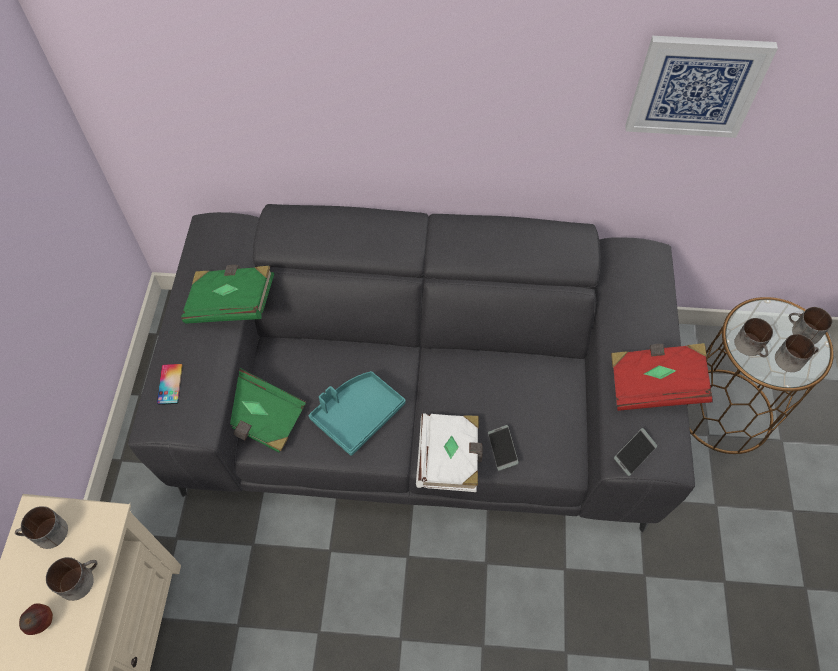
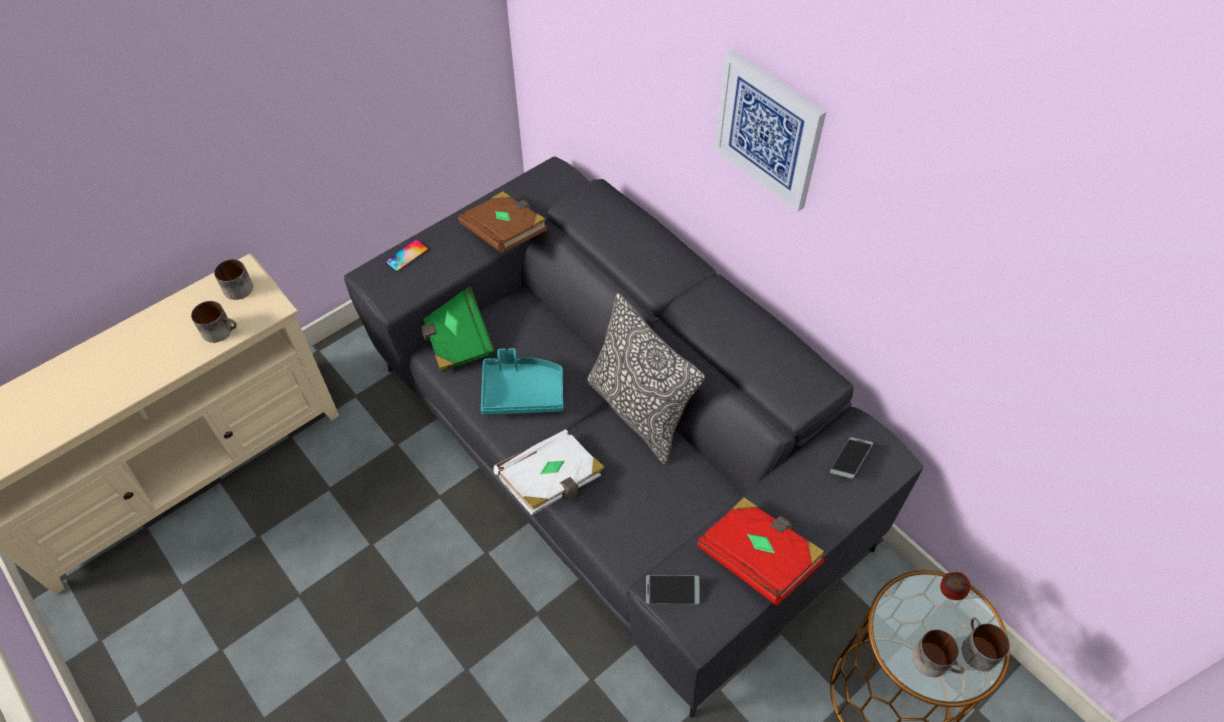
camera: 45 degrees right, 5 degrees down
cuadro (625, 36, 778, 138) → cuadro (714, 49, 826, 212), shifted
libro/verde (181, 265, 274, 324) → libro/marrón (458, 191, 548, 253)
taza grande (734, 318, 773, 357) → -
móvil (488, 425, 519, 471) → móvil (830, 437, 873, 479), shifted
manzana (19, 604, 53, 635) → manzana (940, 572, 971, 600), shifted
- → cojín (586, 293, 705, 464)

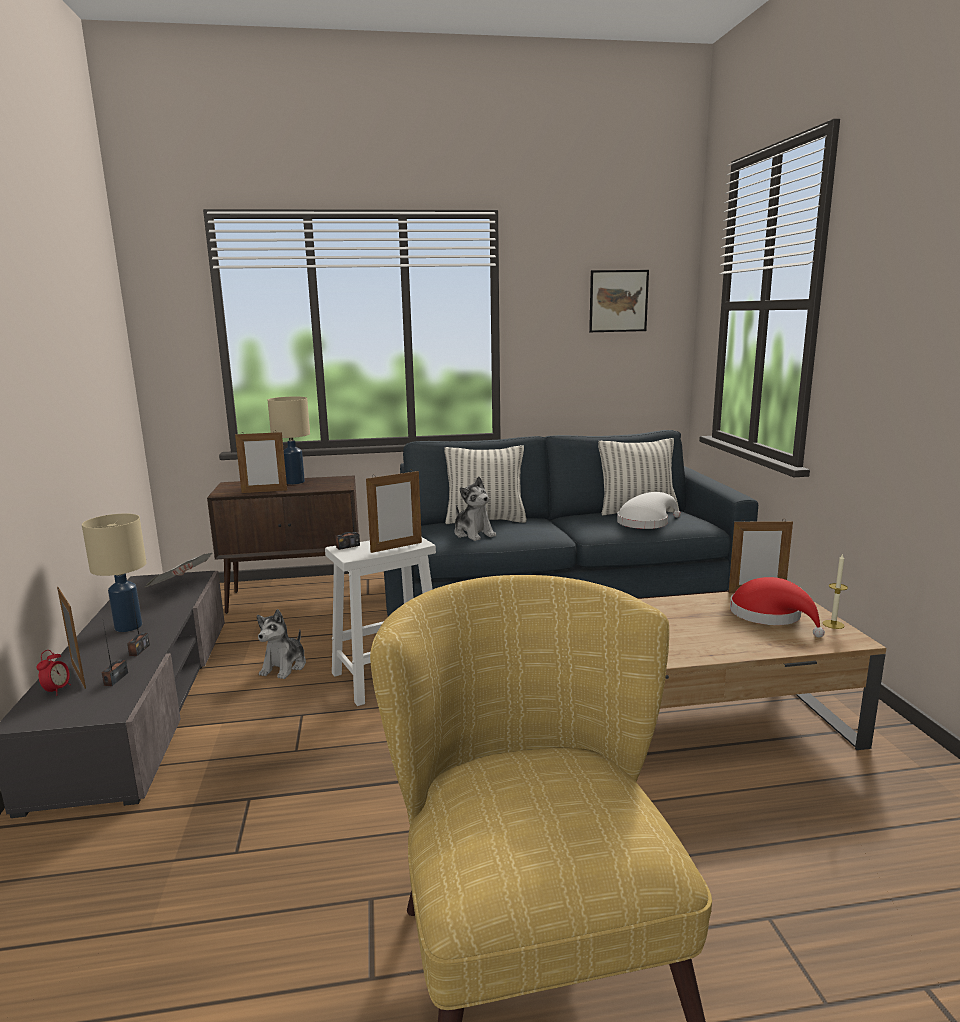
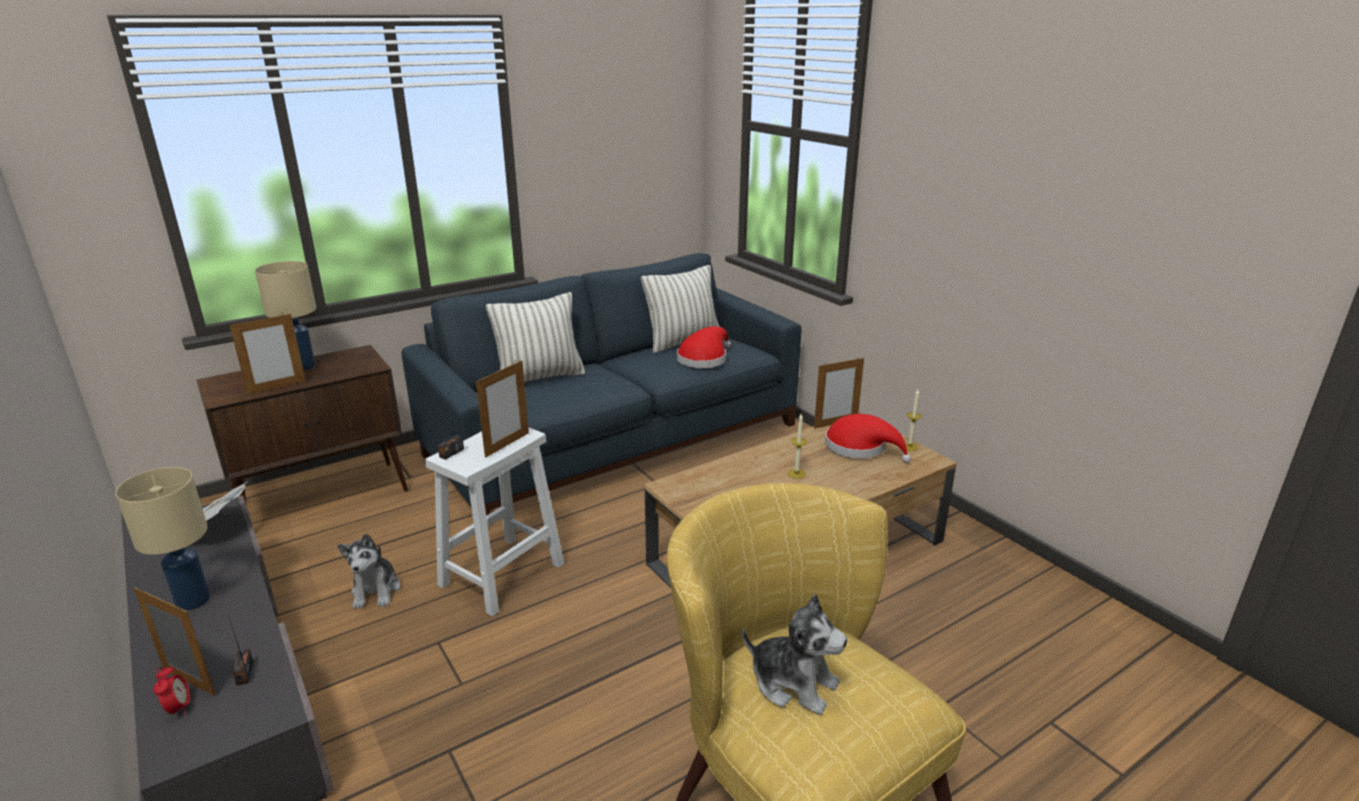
camera: 25 degrees left, 10 degrees up
cuadro (589, 270, 649, 332) → -
peluche (454, 477, 496, 541) → peluche (742, 594, 847, 715), shifted
sombrero/blanco (617, 492, 681, 529) → sombrero/rojo (677, 326, 731, 368)
radio (127, 589, 150, 656) → -
- → vela (787, 414, 807, 479)

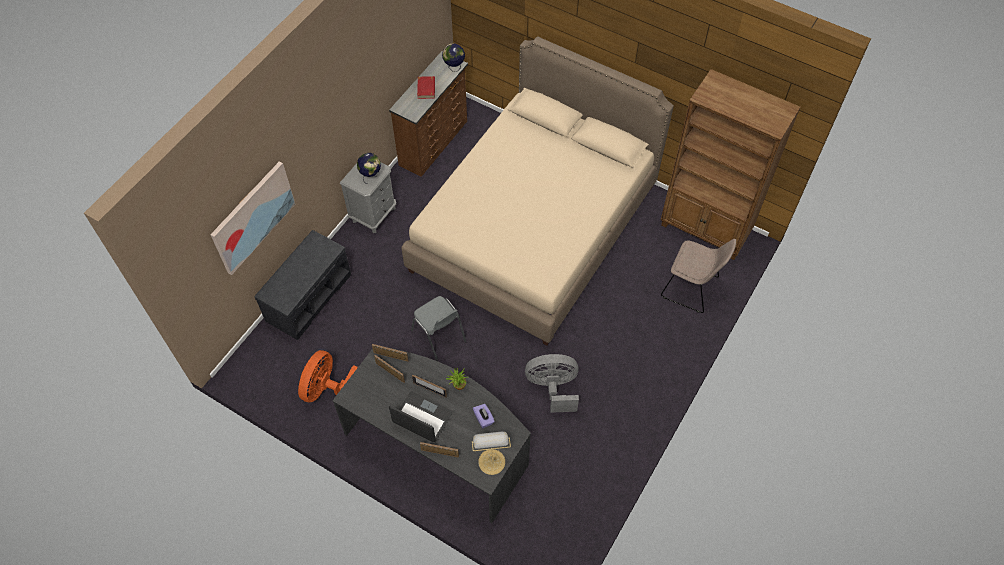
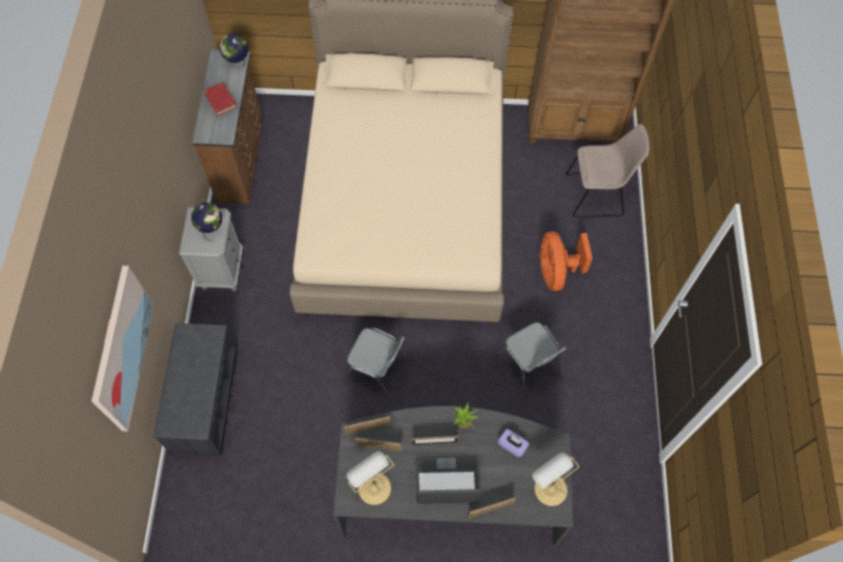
camera: 30 degrees left, 5 degrees up
ventilador/naranja (298, 350, 358, 402) → ventilador/naranja (540, 231, 593, 291), shifted
ventilador/gris (525, 354, 579, 413) → silla/gris (494, 322, 567, 398)
- → lámpara de mesa (346, 451, 394, 505)

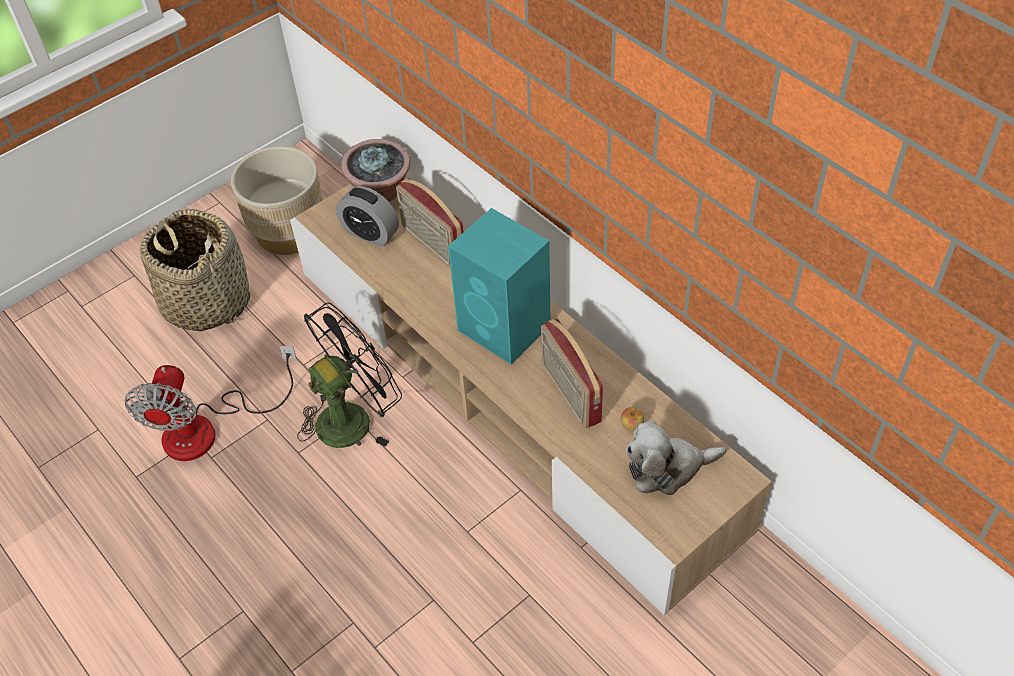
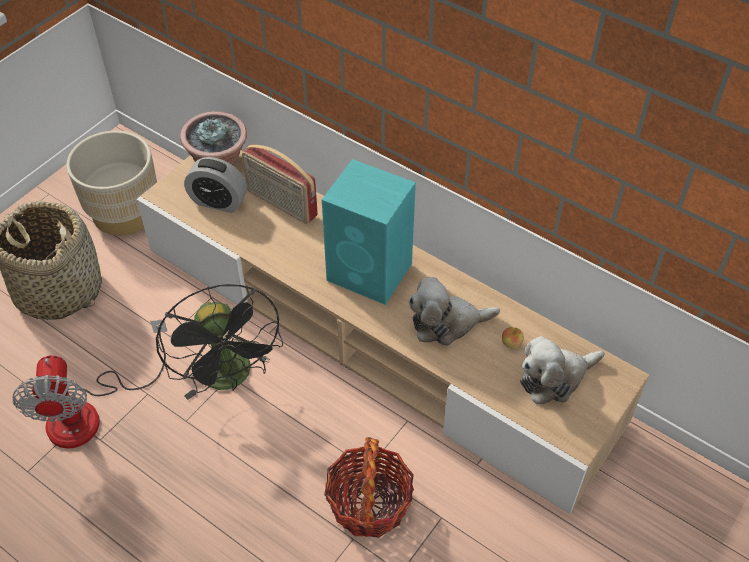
camera: 15 degrees left, 0 degrees up
ventilador/negro (297, 303, 402, 448) → ventilador/negro (156, 284, 283, 400), 120 degrees clockwise
radio (541, 319, 603, 428) → peluche (408, 277, 500, 346)
- → cesta (324, 437, 414, 537)

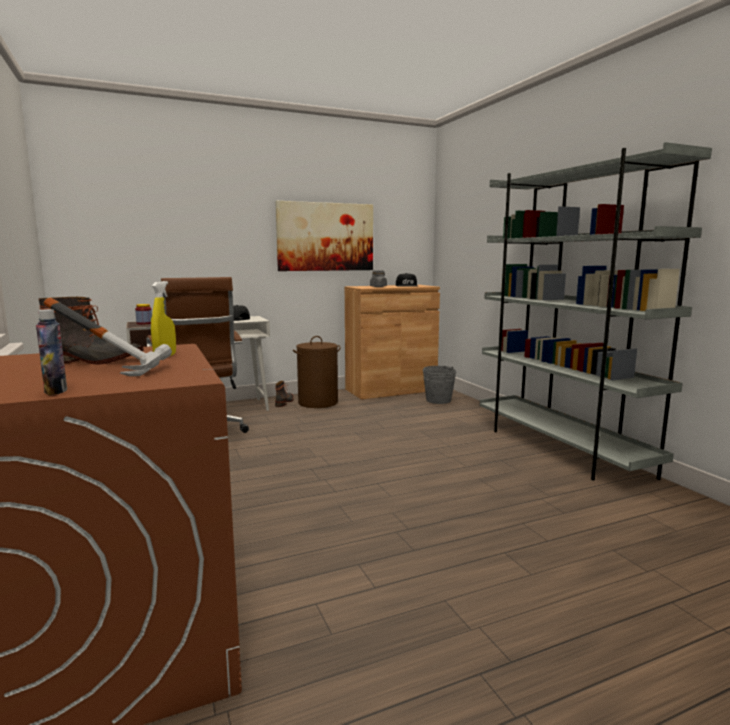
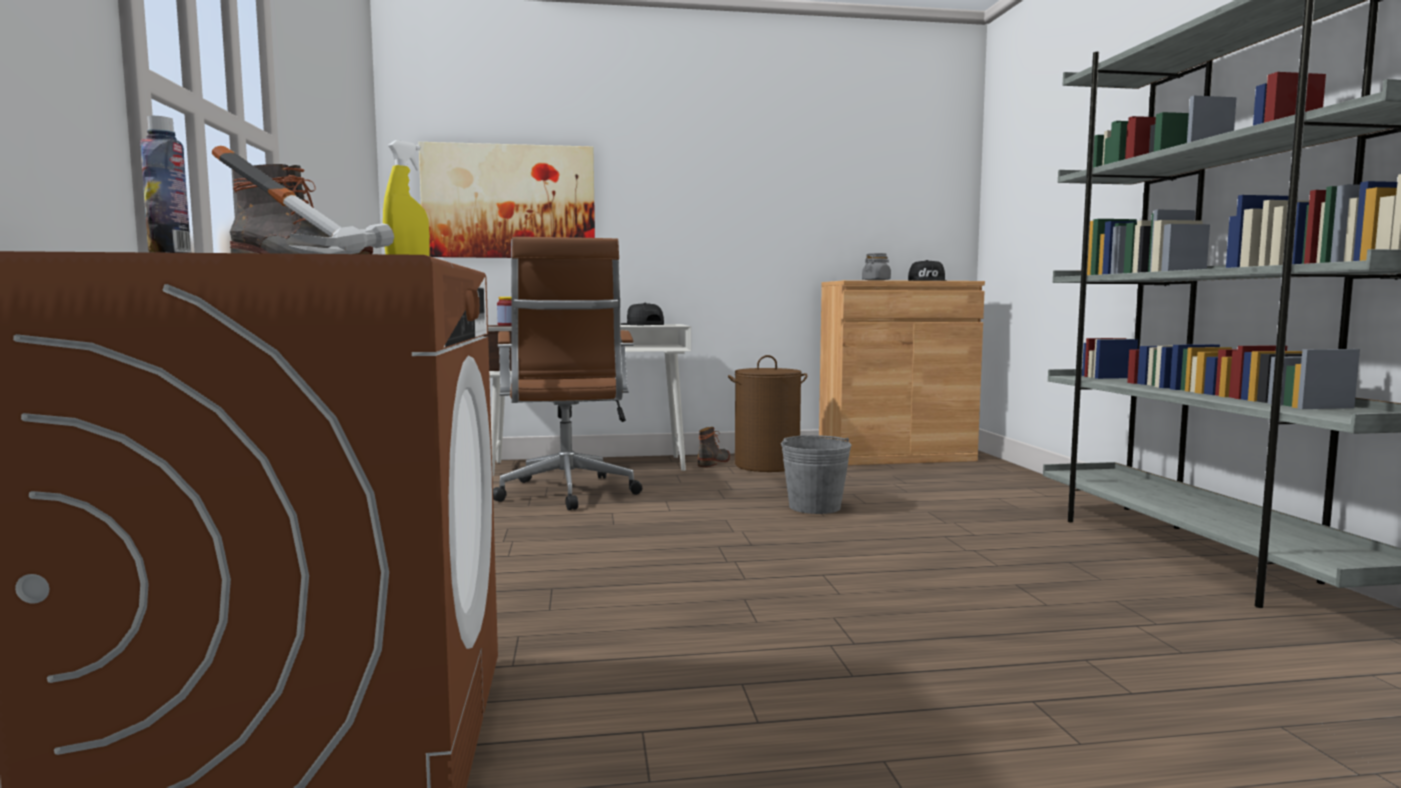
camera: 15 degrees right, 5 degrees down
cuadro (275, 201, 373, 271) → cuadro (418, 142, 595, 258), shifted
cubo/gris (423, 366, 457, 404) → cubo/gris (781, 435, 852, 514), shifted

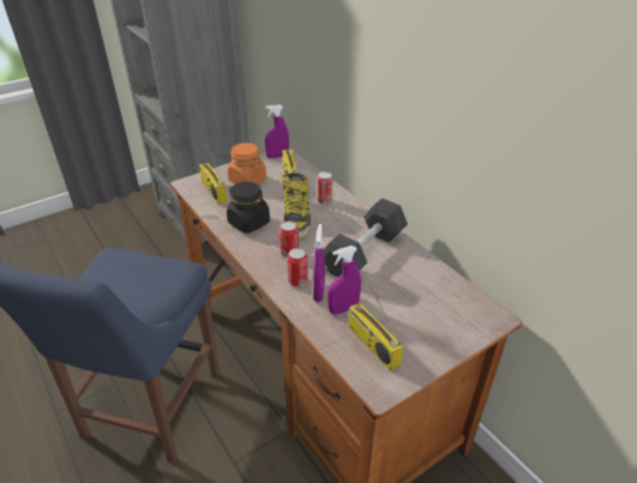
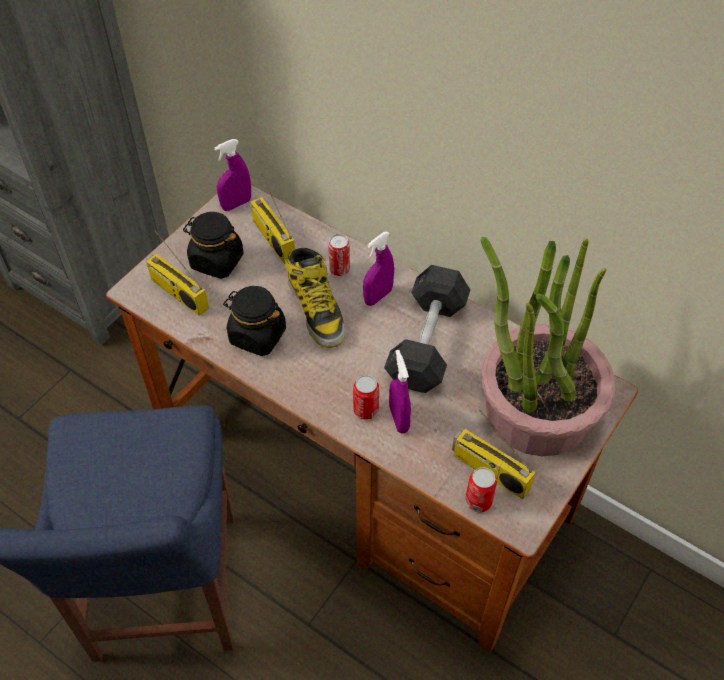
camera: 20 degrees left, 15 degrees up
tarro/naranja (228, 143, 267, 184) → tarro/negro (183, 212, 244, 279)
lata (279, 221, 299, 258) → lata (465, 467, 497, 512), shifted
pulverizador/morado (328, 246, 361, 315) → pulverizador/morado (363, 231, 394, 306), shifted
- → planta en maceta (480, 237, 615, 457)

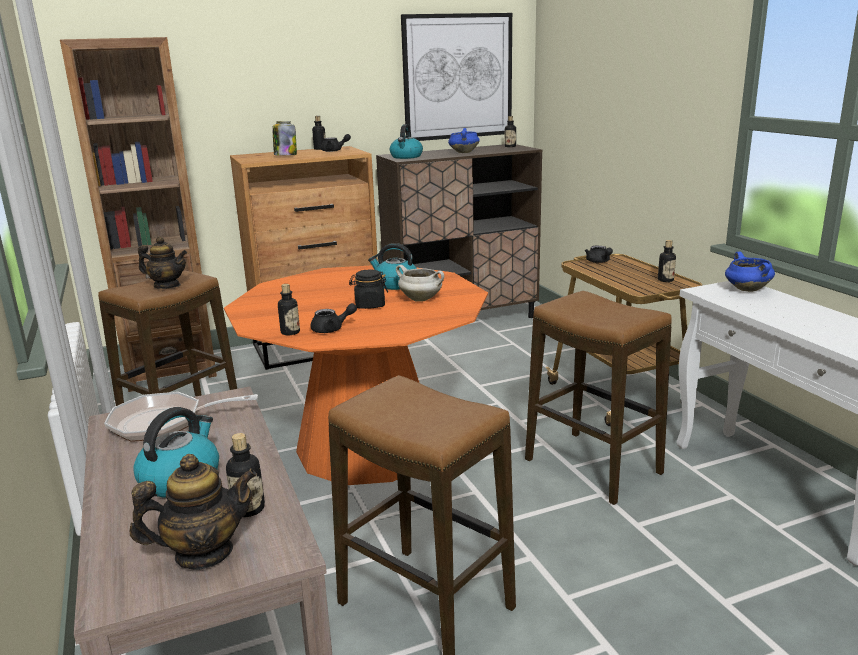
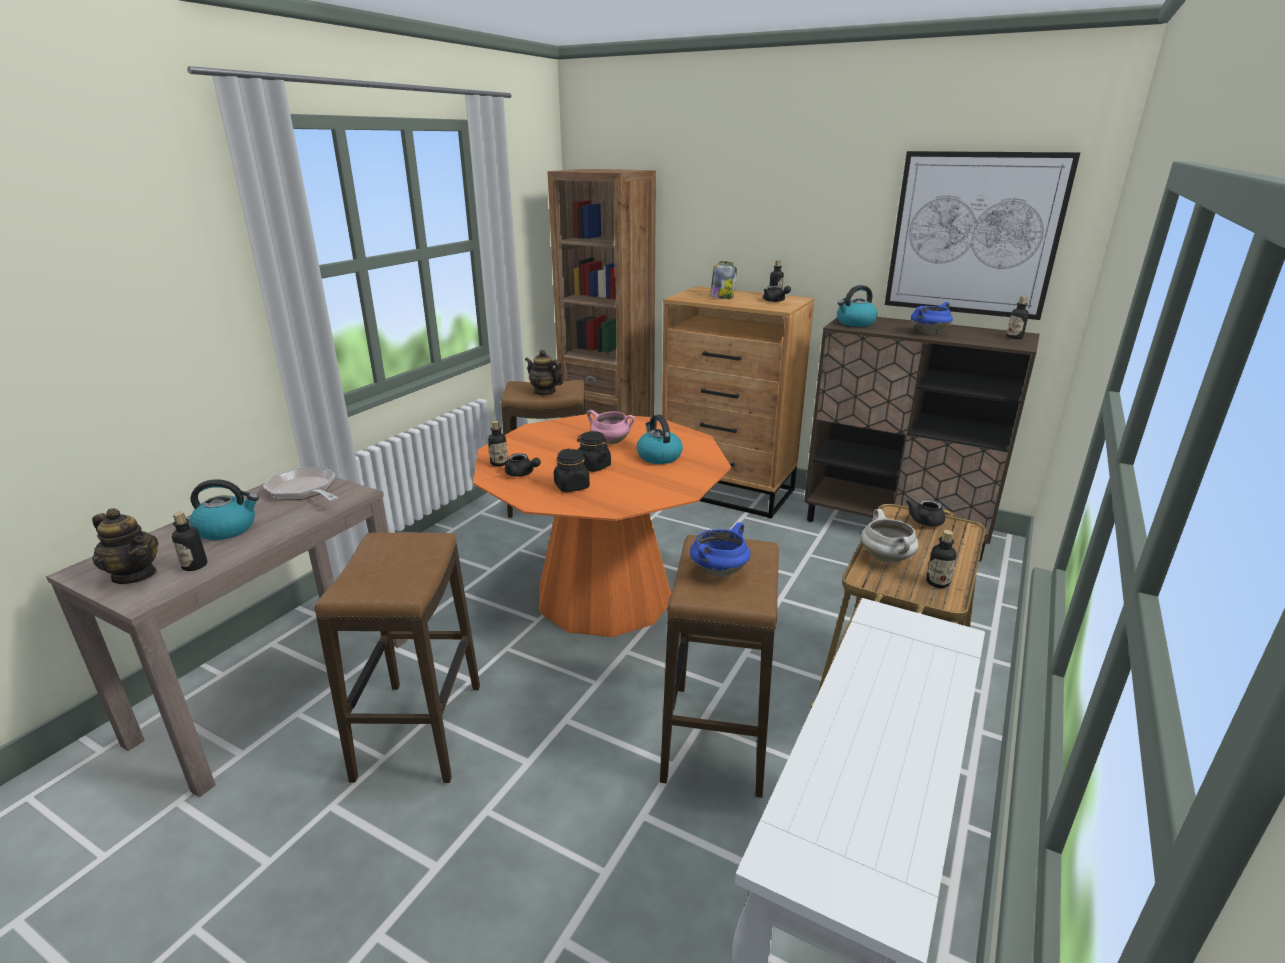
camera: 50 degrees right, 5 degrees up
tetera (138, 236, 187, 289) → tetera (525, 350, 563, 396), 150 degrees clockwise
olla/azul (725, 251, 775, 292) → olla/azul (690, 522, 750, 577), shifted
olla/blanco (396, 265, 444, 302) → olla/blanco (861, 509, 919, 563), shifted
- → olla/rosa (587, 410, 635, 444)
- → tarro/negro (554, 449, 590, 492)

